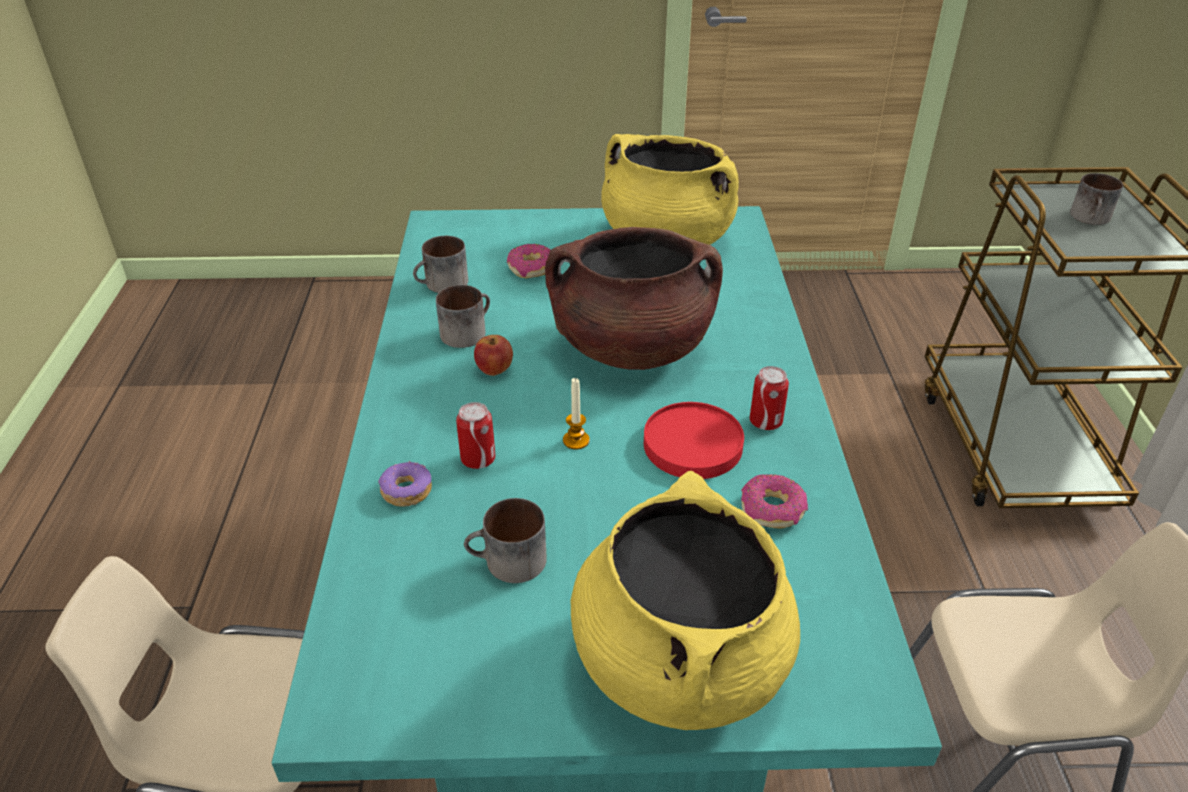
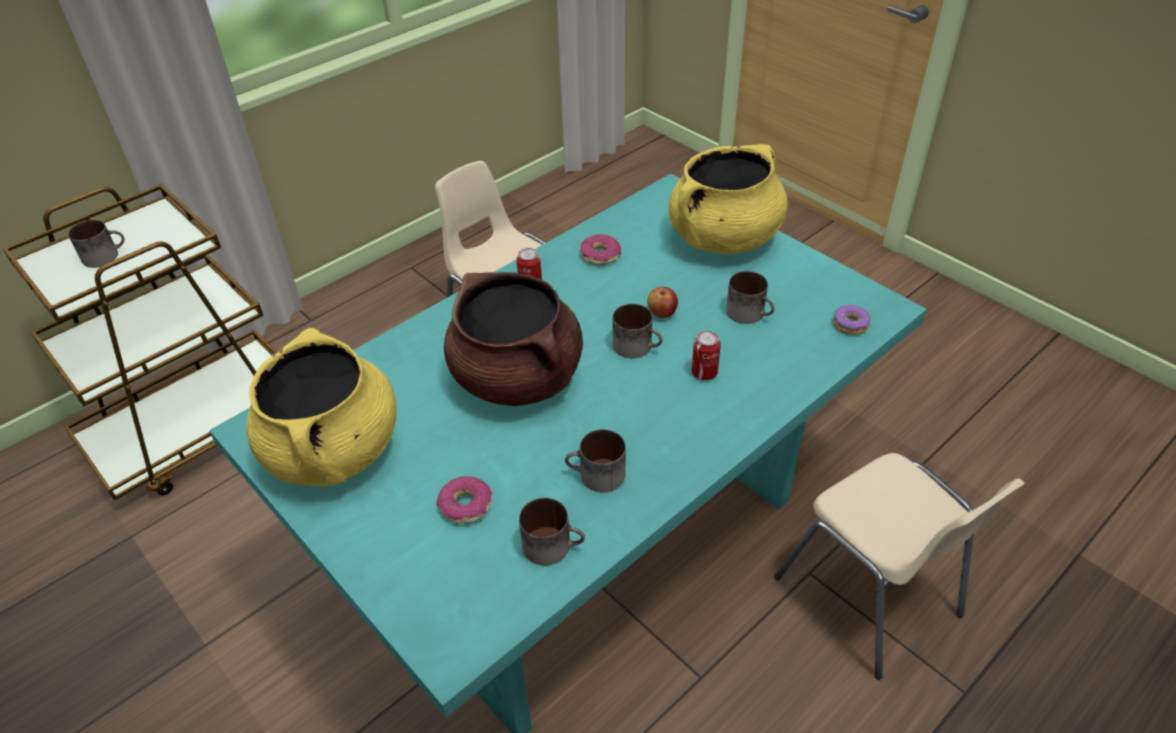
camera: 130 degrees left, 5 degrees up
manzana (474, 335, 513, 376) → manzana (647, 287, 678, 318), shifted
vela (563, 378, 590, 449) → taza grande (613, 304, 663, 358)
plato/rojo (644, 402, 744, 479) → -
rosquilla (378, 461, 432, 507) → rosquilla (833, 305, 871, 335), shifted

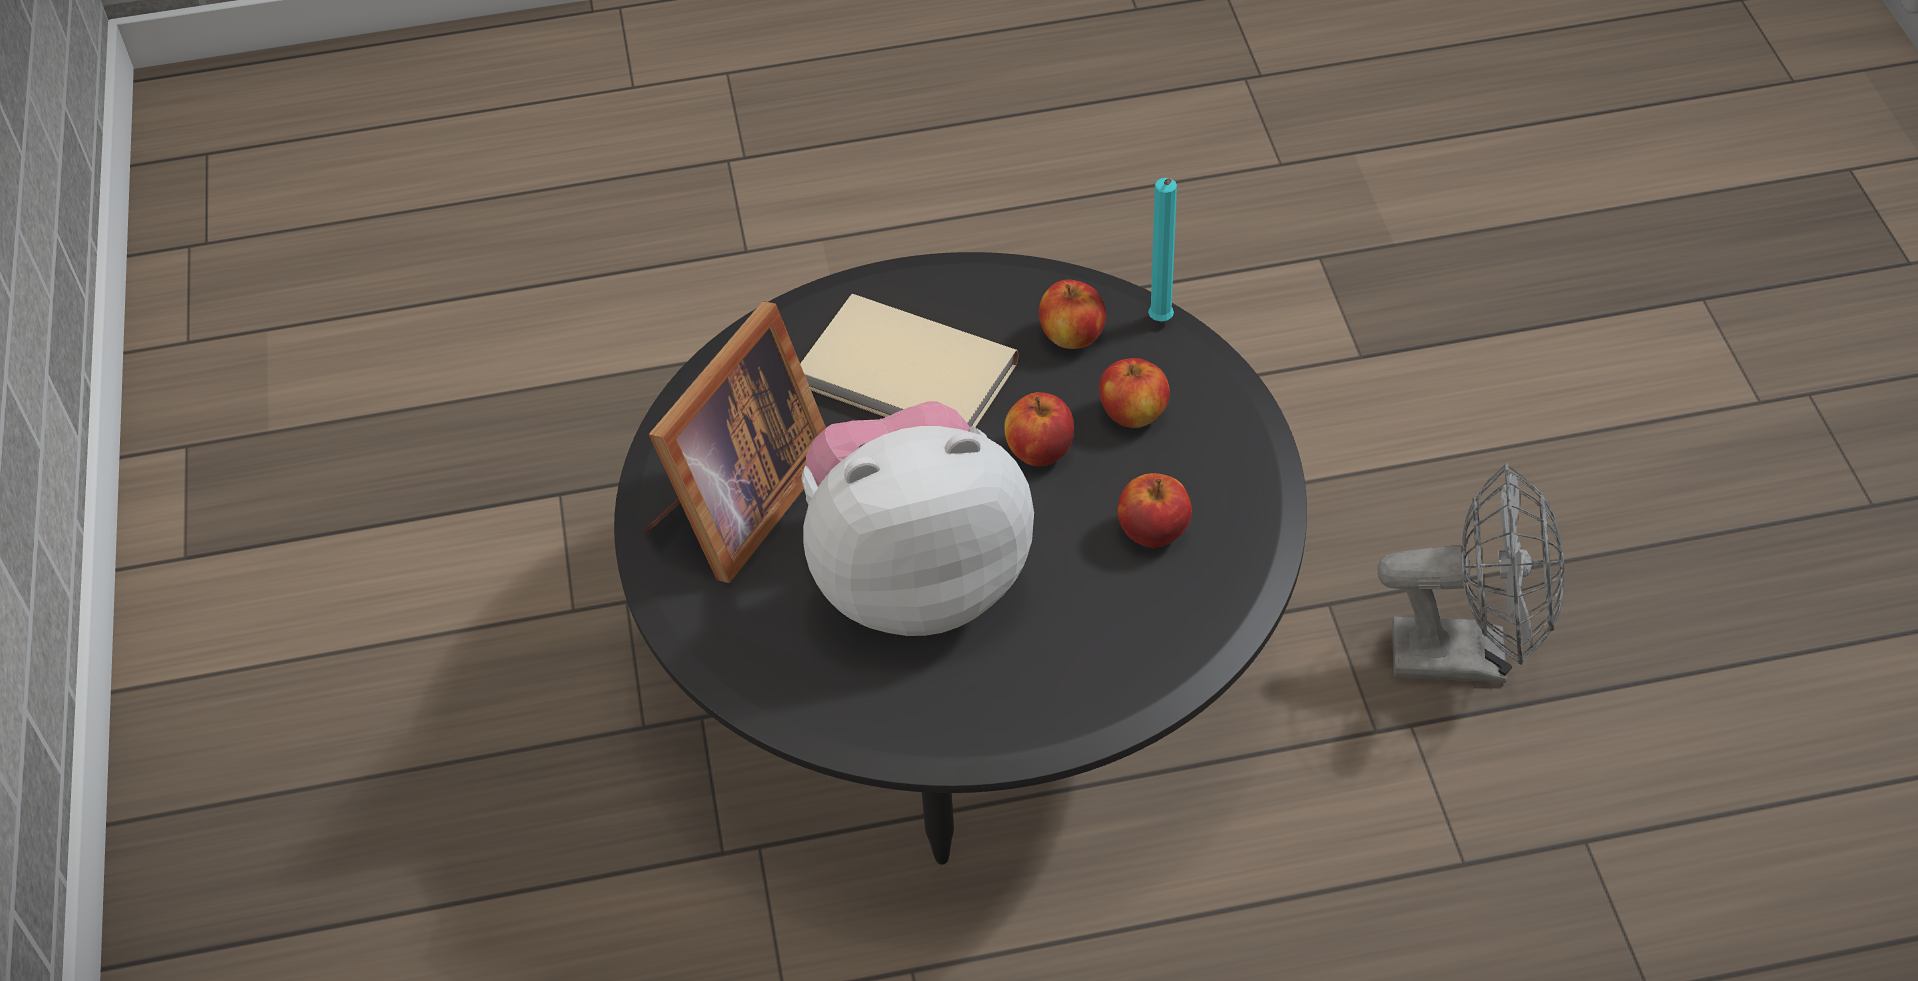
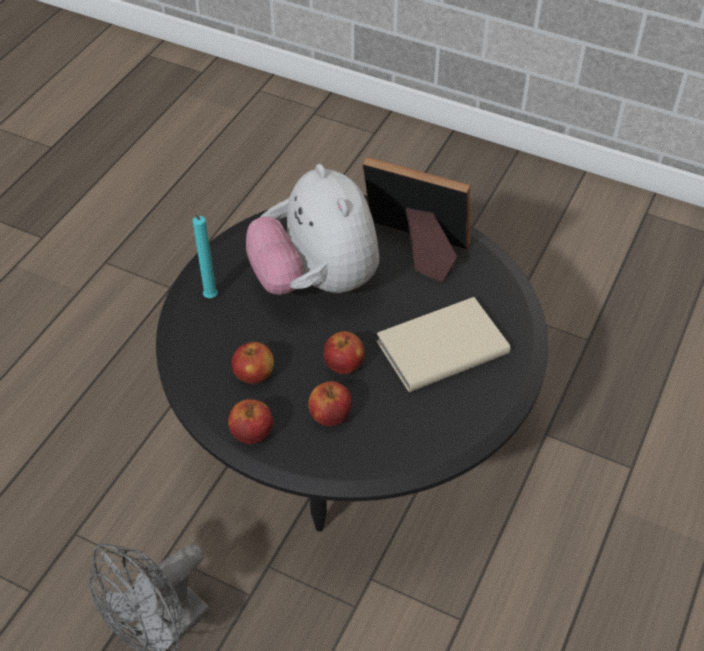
camera: 125 degrees right, 0 degrees up
vela/turquesa (1148, 178, 1177, 321) → vela/turquesa (187, 205, 218, 298), shifted
manzana (1039, 280, 1106, 349) → manzana (228, 399, 273, 444), shifted
portarretratos (643, 301, 826, 583) → portarretratos (363, 157, 470, 282), 135 degrees clockwise
peluche (801, 401, 1034, 636) → peluche (246, 164, 379, 295), 135 degrees clockwise

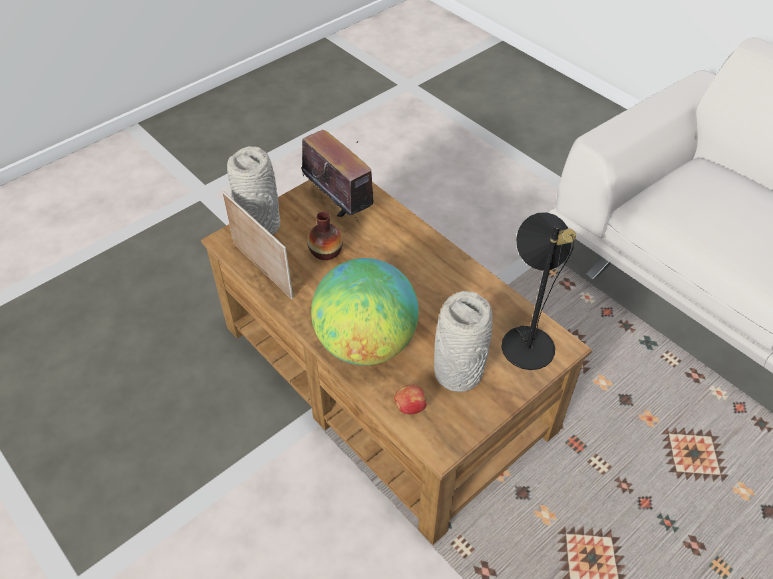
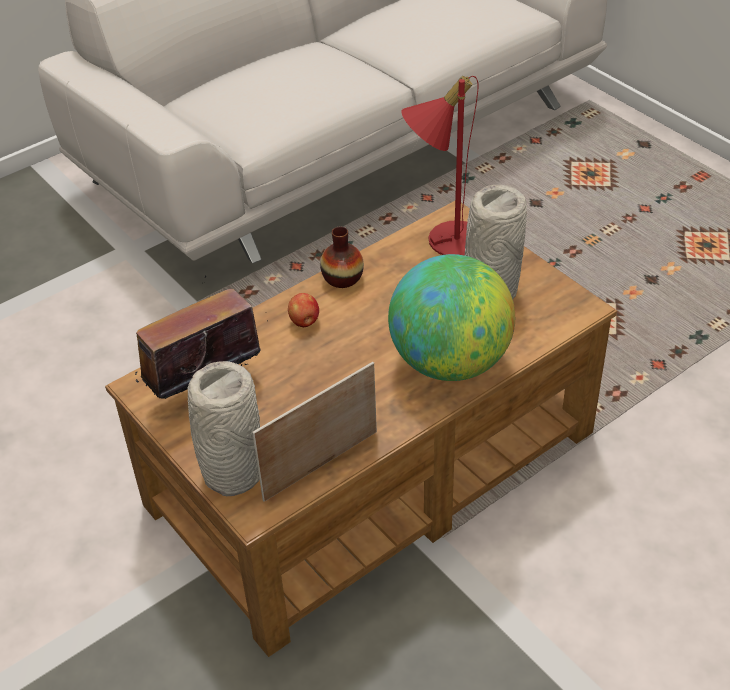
camera: 85 degrees left, 5 degrees down
florero (307, 212, 343, 260) → florero (320, 227, 364, 288), shifted
lámpara de mesa/negro (501, 212, 576, 370) → lámpara de mesa/rojo (401, 76, 478, 256)
manzana (394, 385, 426, 414) → manzana (288, 293, 319, 327), shifted

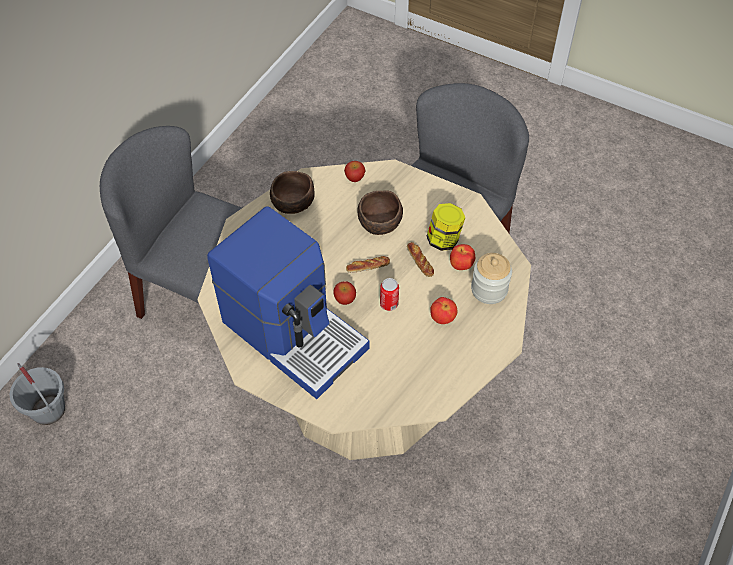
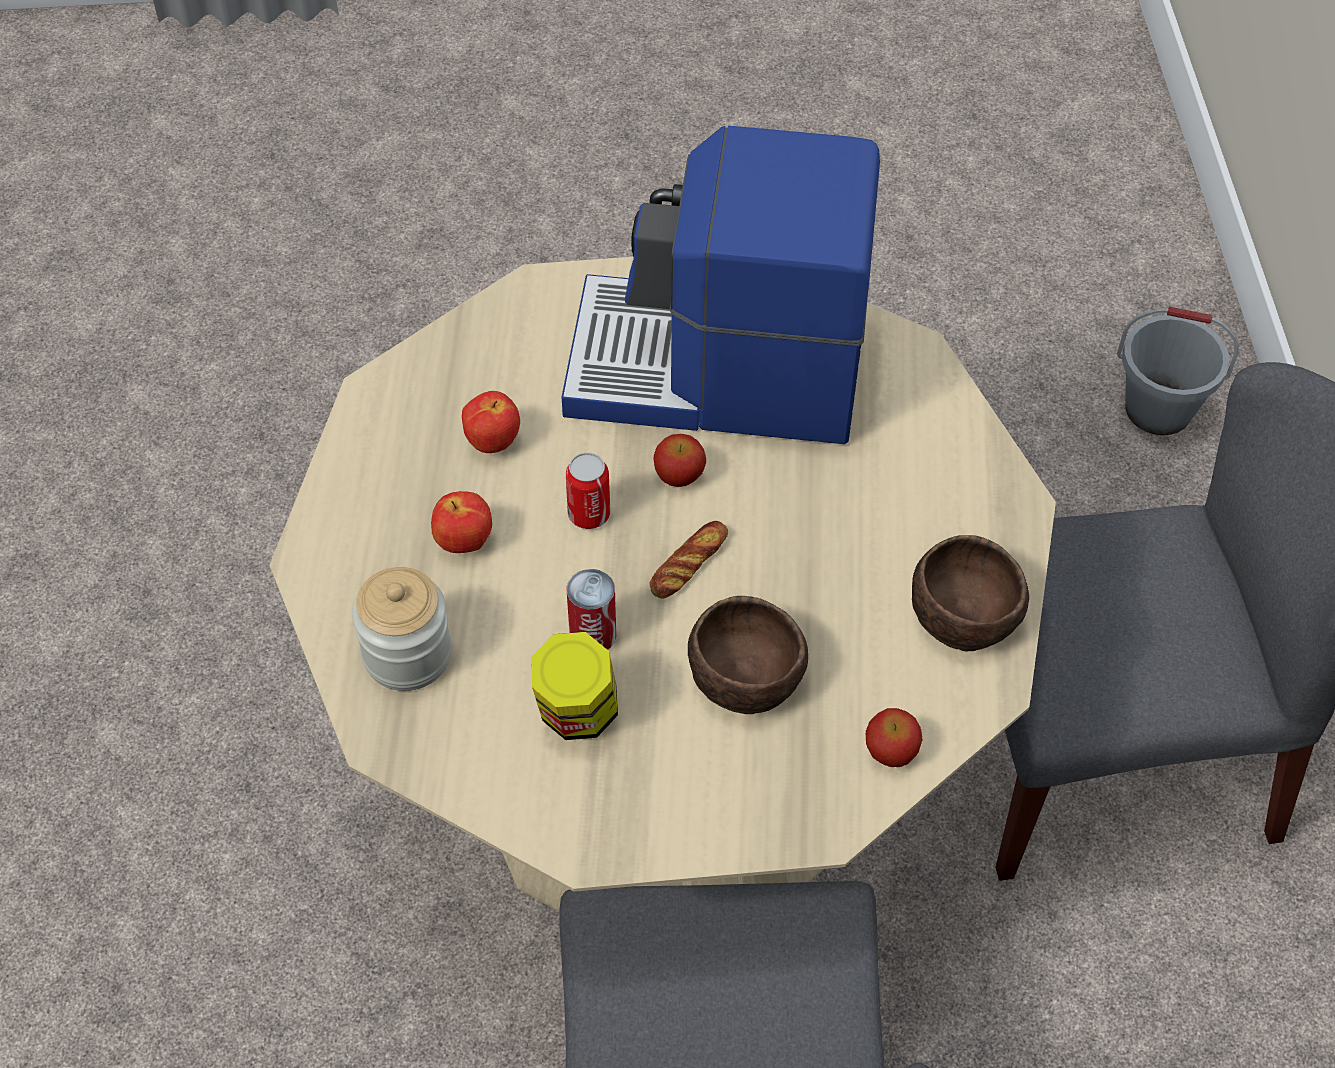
camera: 145 degrees right, 0 degrees up
pan (407, 242, 434, 277) → lata (566, 569, 616, 650)
manzana (450, 244, 475, 270) → manzana (462, 391, 520, 453), shifted

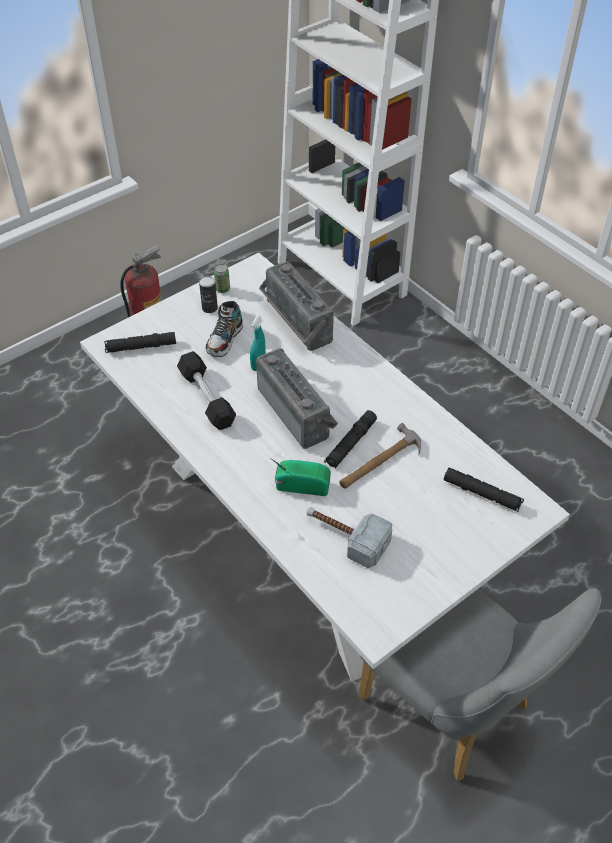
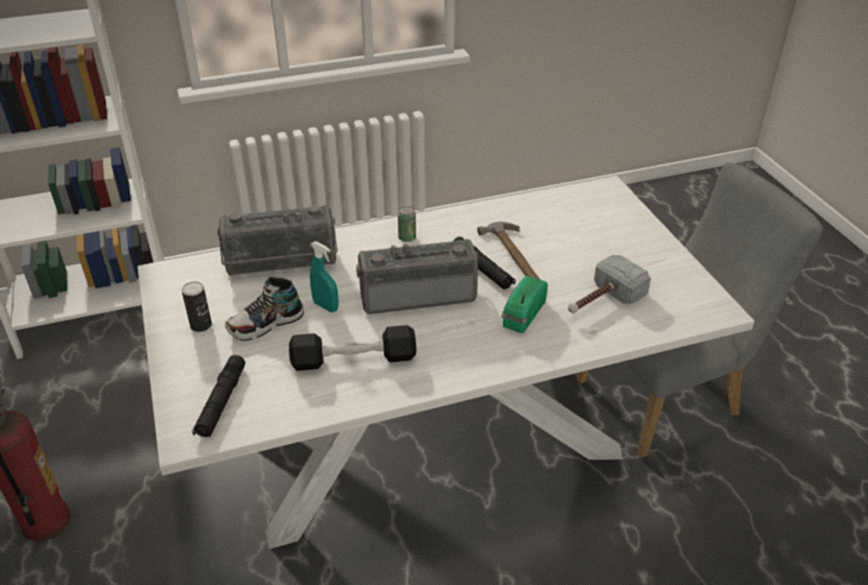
camera: 70 degrees left, 10 degrees down
lata (214, 264, 230, 293) → lata (398, 206, 416, 242), shifted
zapato (205, 301, 243, 357) → zapato (225, 277, 304, 341), 105 degrees clockwise
linterna/negro (444, 467, 524, 512) → -

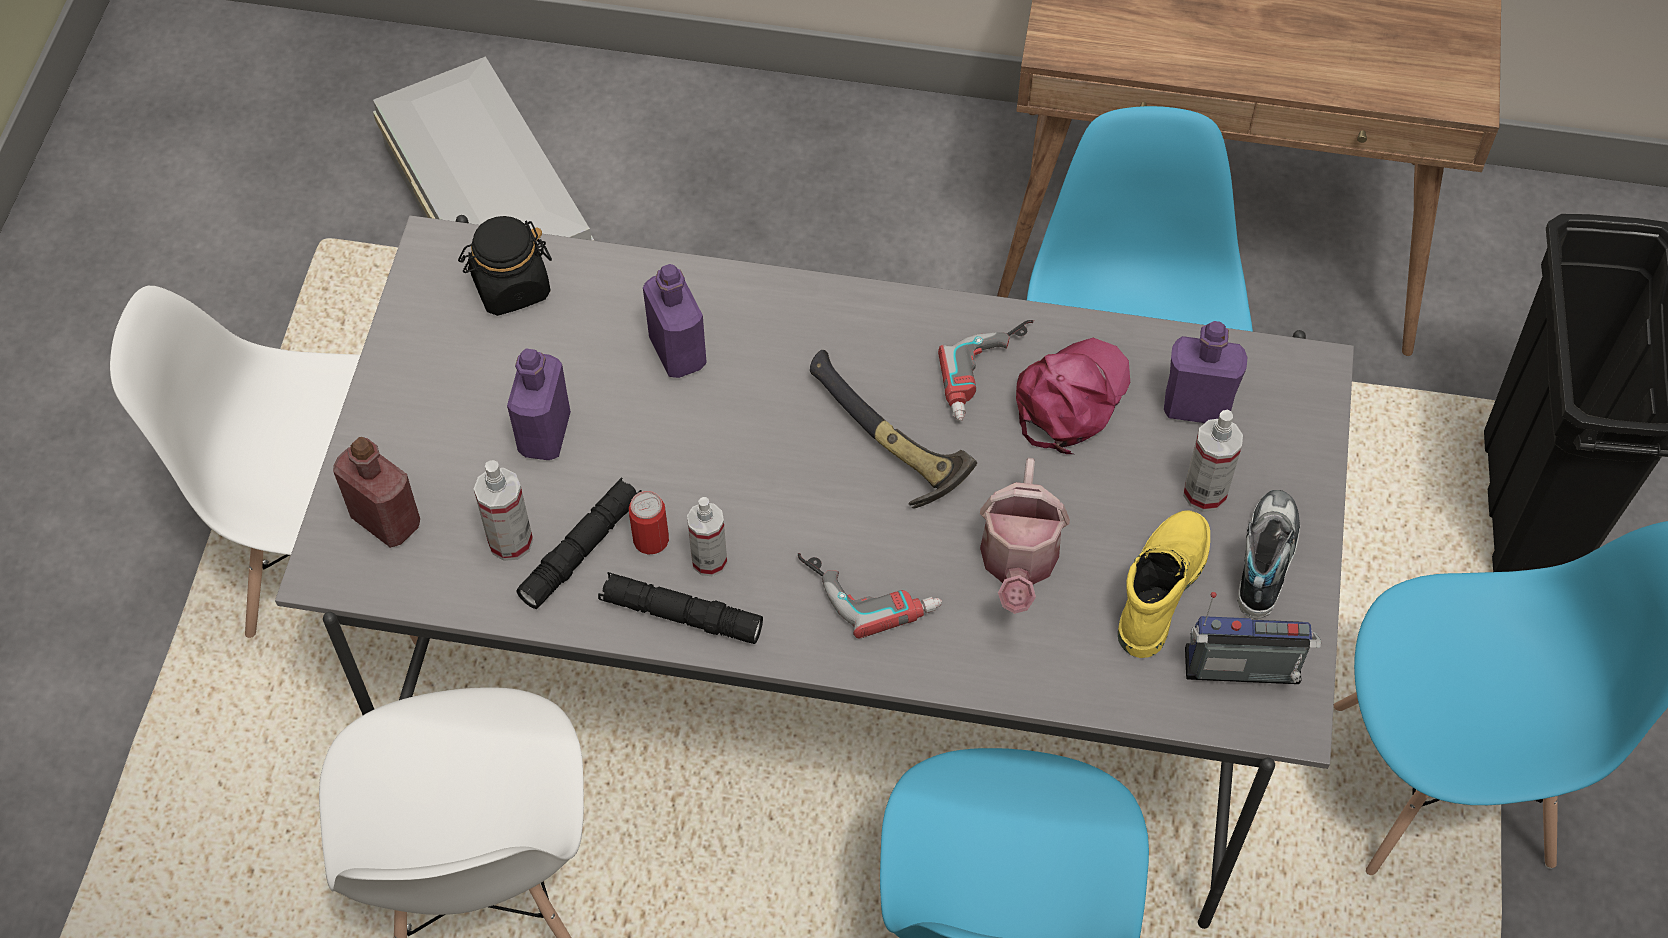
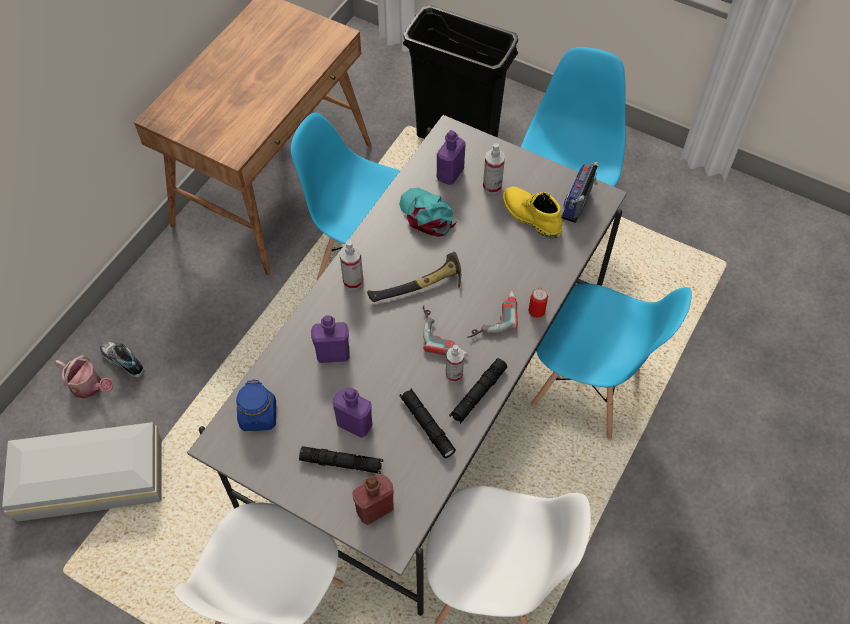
camera: 70 degrees left, 0 degrees up
tarro/negro (458, 216, 552, 316) → tarro/azul (236, 379, 276, 431)
taladro (938, 320, 1034, 421) → taladro (423, 305, 468, 356), shifted
gorra/rosa (1016, 338, 1130, 454) → gorra/turquesa (399, 188, 456, 237)
regadera (980, 458, 1070, 614) → regadera (54, 355, 114, 399), shifted
pulverizador (474, 460, 533, 561) → pulverizador (339, 240, 364, 290), shifted
zapato (1237, 490, 1300, 619) → zapato (100, 341, 144, 378), shifted
lata (629, 491, 669, 555) → lata (528, 288, 548, 318), shifted
- → linterna/negro (299, 446, 383, 474)

